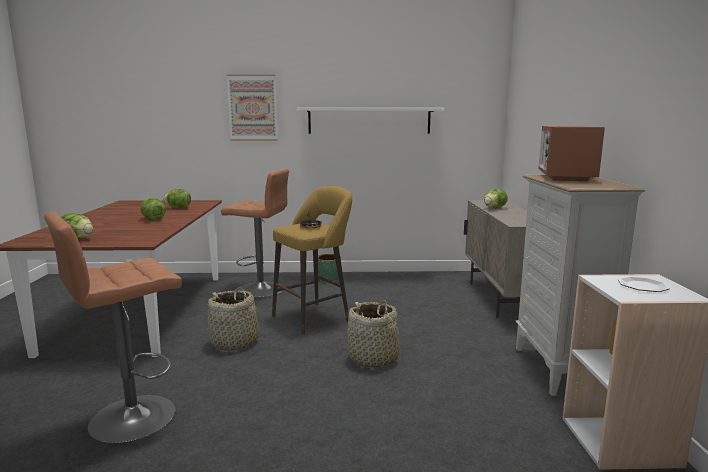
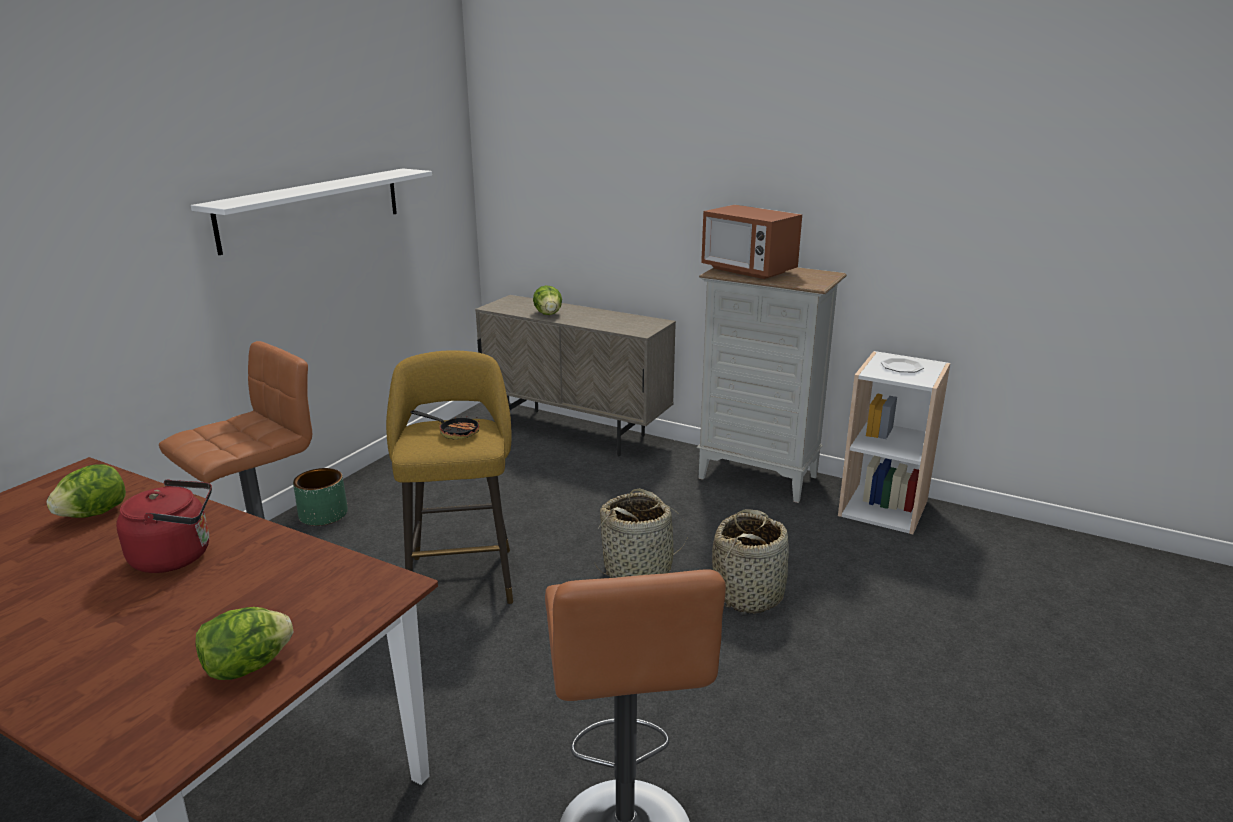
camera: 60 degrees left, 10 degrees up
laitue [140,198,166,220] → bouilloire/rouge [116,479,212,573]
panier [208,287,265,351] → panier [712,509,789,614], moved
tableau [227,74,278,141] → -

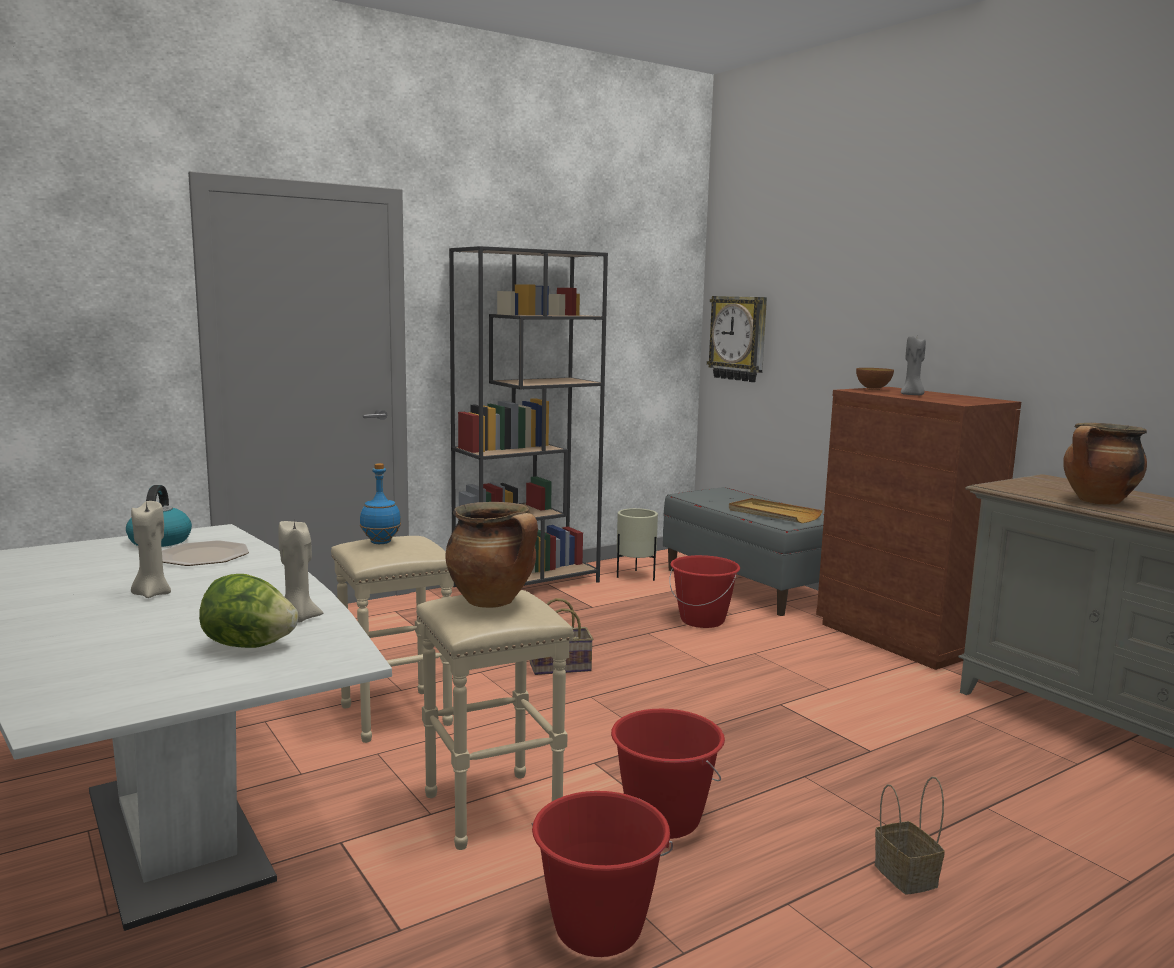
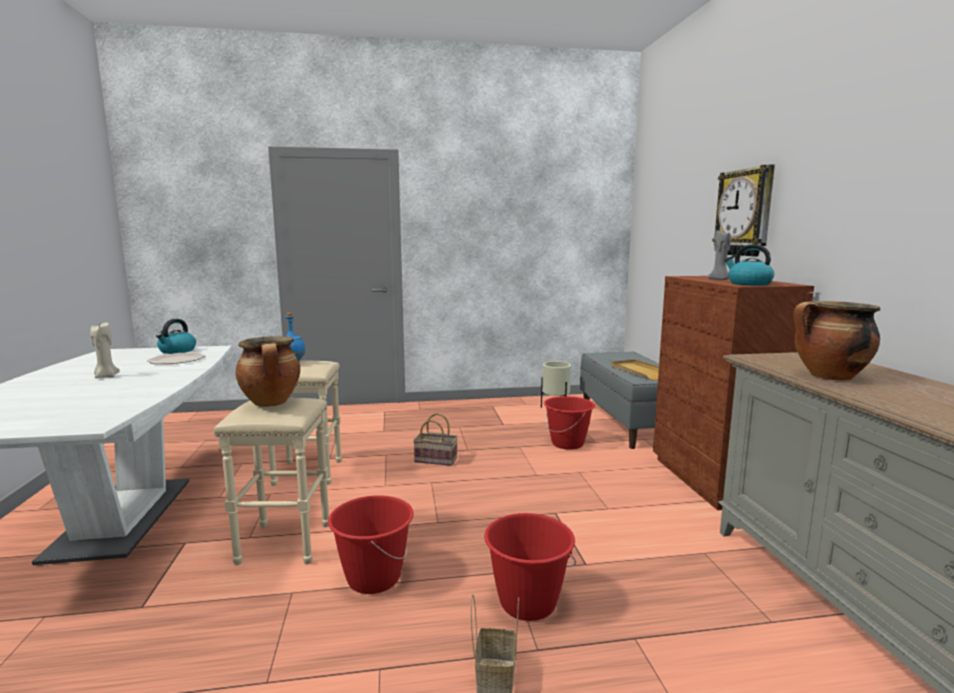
camera: 25 degrees right, 0 degrees up
seau/rouge [532,791,673,957] → seau/rouge [484,513,576,621], moved
horloge murale [707,296,767,382] → horloge murale [712,164,775,257], moved
- → bouilloire [725,244,774,286]
laitue [199,574,298,648] → -
bougie/beige [278,520,323,623] → -
bibliothèque [449,246,608,587] → -
bol [856,368,894,390] → -

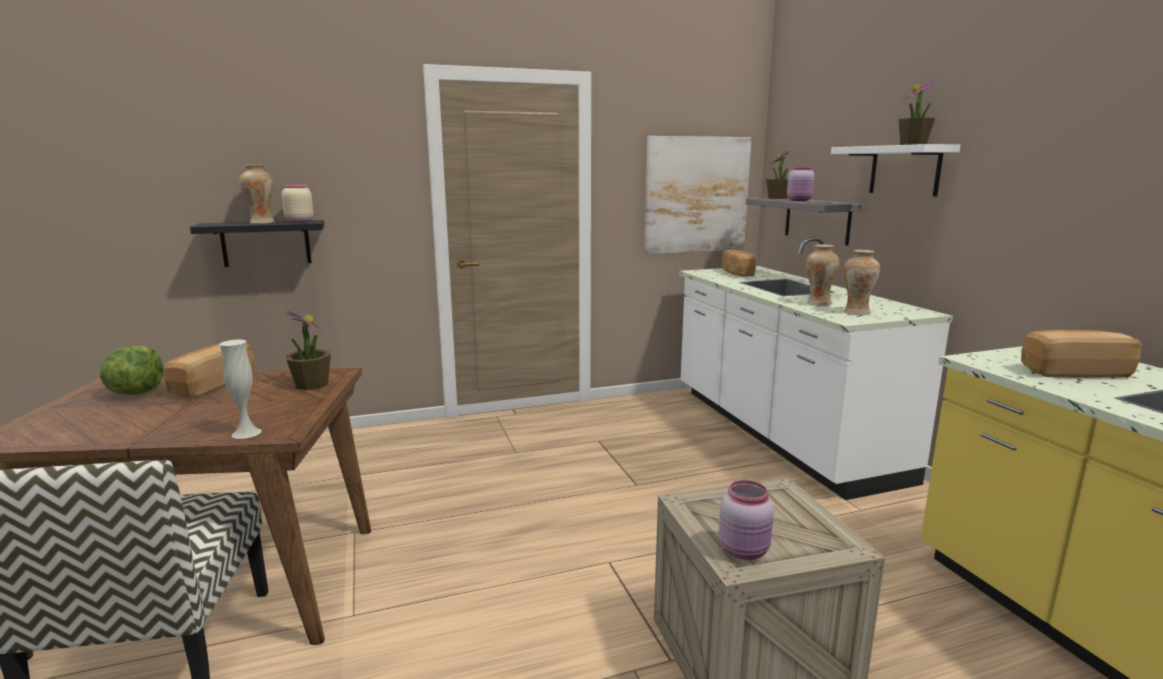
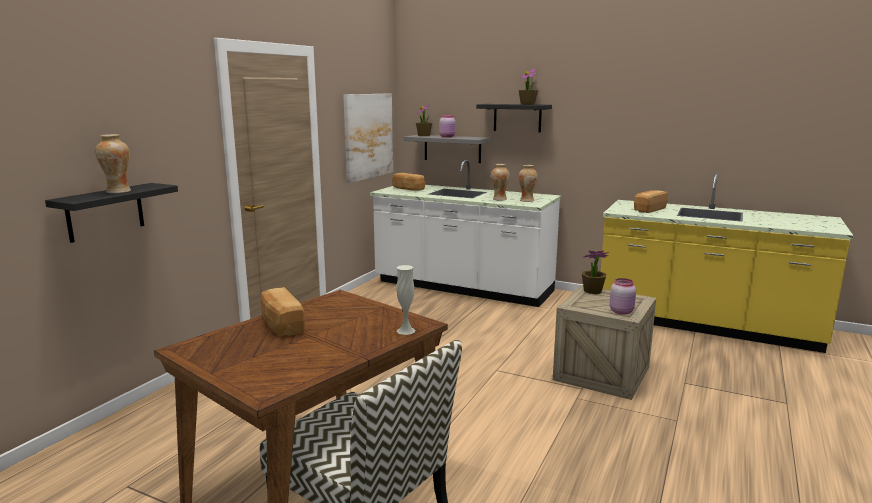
camera: 45 degrees left, 0 degrees up
étagère/blanc [831,144,960,197] → étagère/noir [476,104,552,132]
plante en pot [286,311,331,390] → plante en pot [582,251,609,294], moved
laitue [100,346,163,395] → -
bocal/beige [282,184,314,223] → -

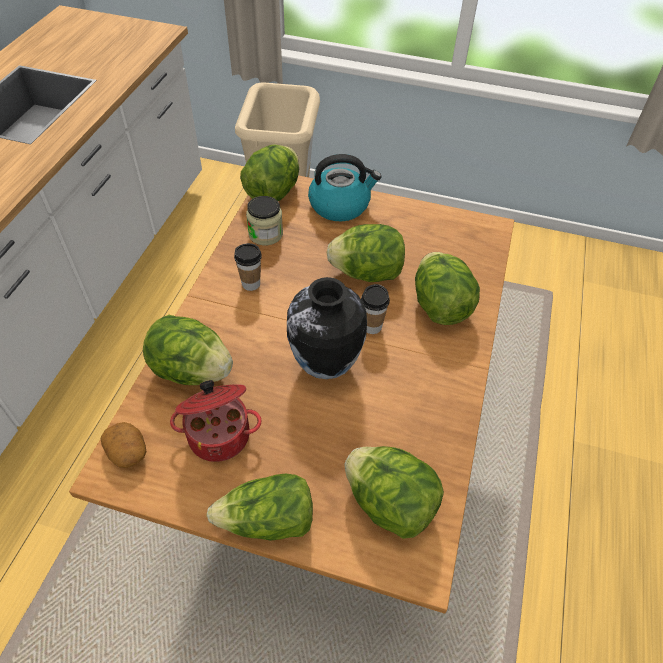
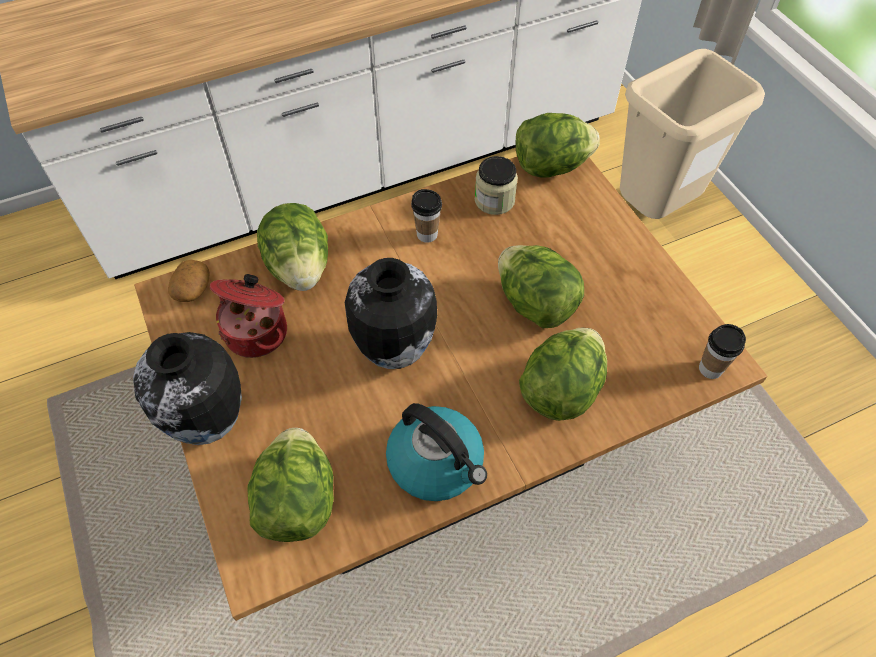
camera: 50 degrees right, 5 degrees up
laitue [206,474,313,541] → vase [133,332,242,445]
bouilloire [308,154,382,221] → bouilloire [386,403,487,501], moved
tasse [361,284,390,334] → tasse [699,324,746,379], moved

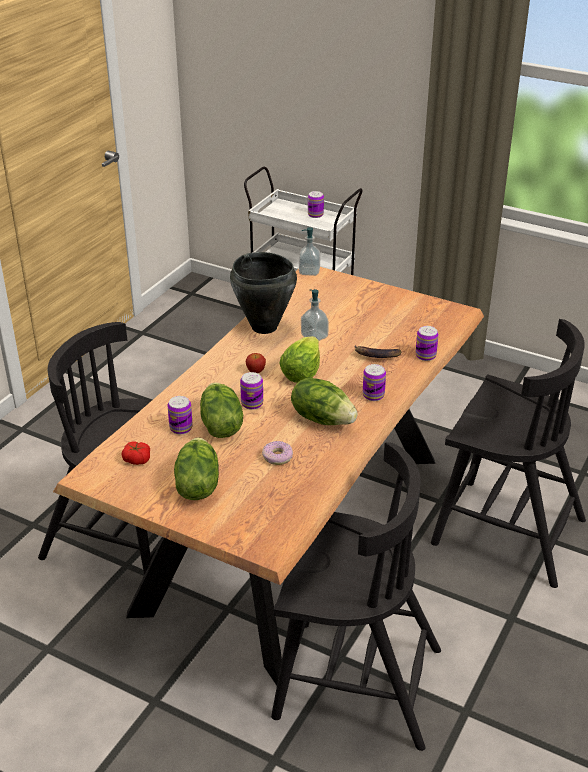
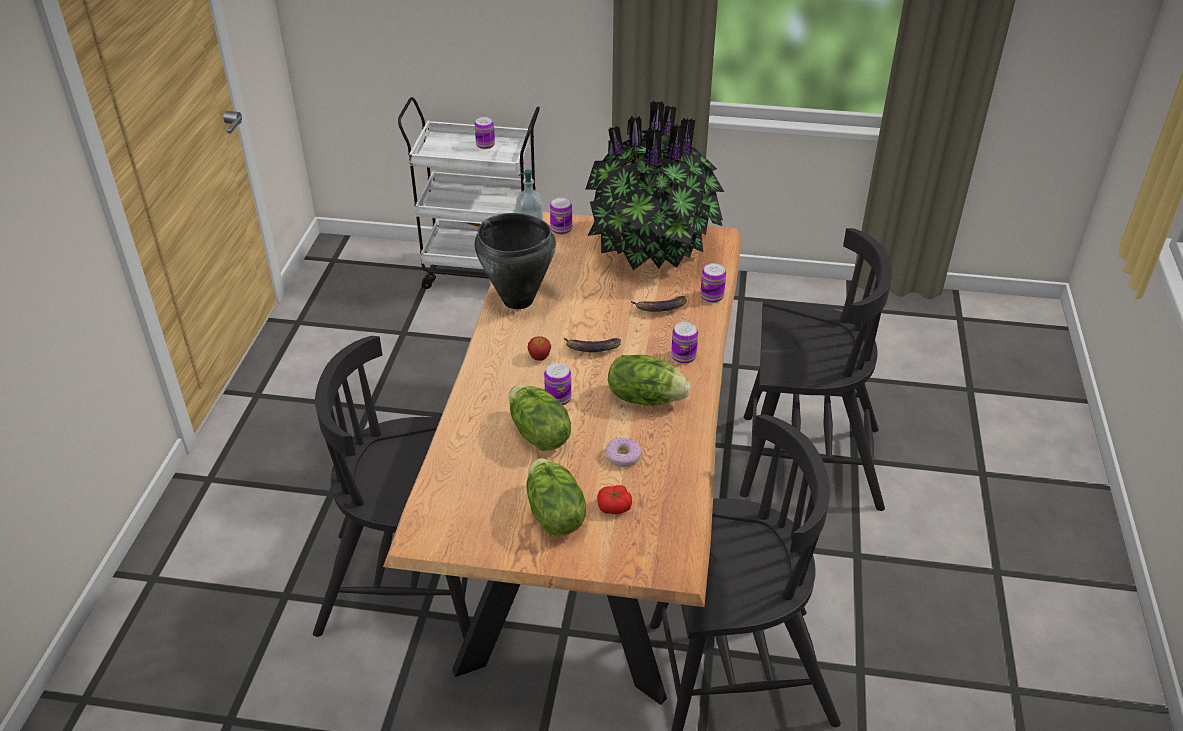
camera: 20 degrees left, 5 degrees up
boîte métallique [168,396,193,434] → boîte métallique [550,198,572,235], moved
laitue [279,336,320,383] → banane [564,337,621,352]
- → plante en pot [586,101,724,270]
tomate [122,441,150,465] → tomate [597,485,632,514], moved
distributeur de savon [301,289,329,341] → -

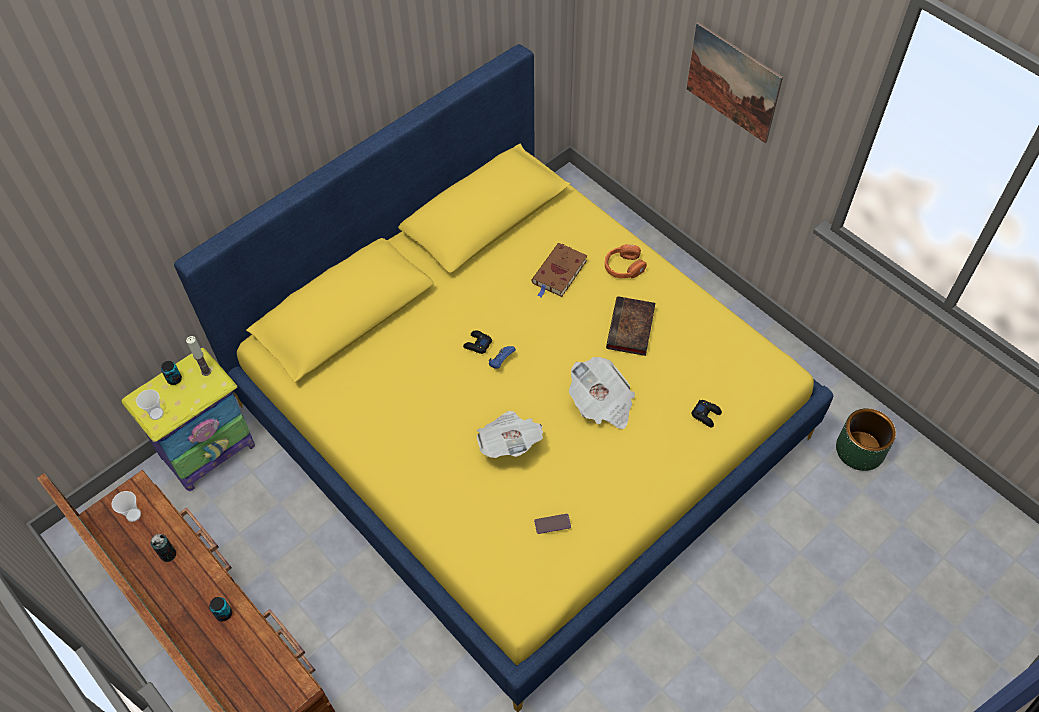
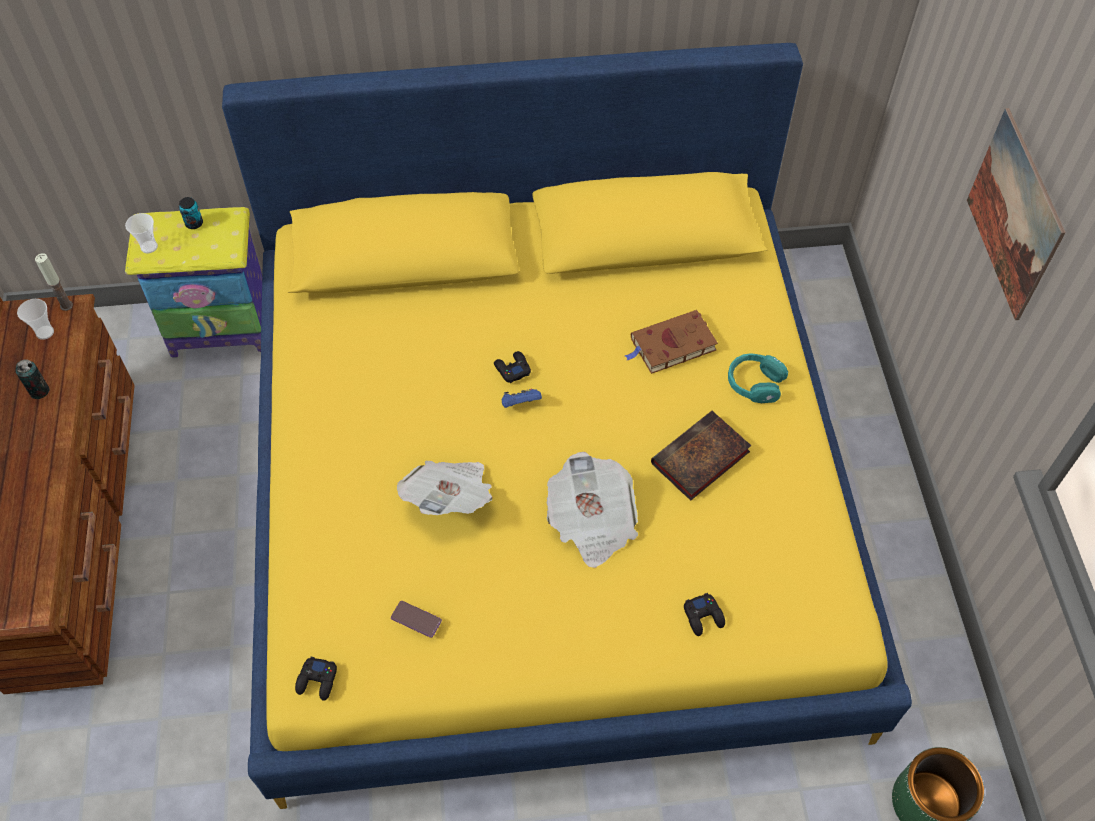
camera: 35 degrees right, 0 degrees up
bougie [186,336,211,376] → bougie [35,253,73,311], moved
- → manette/noir [295,657,337,701]
casque audio/orange [605,244,647,278] → casque audio/turquoise [728,354,788,403]
boîte métallique [209,597,232,621] → -

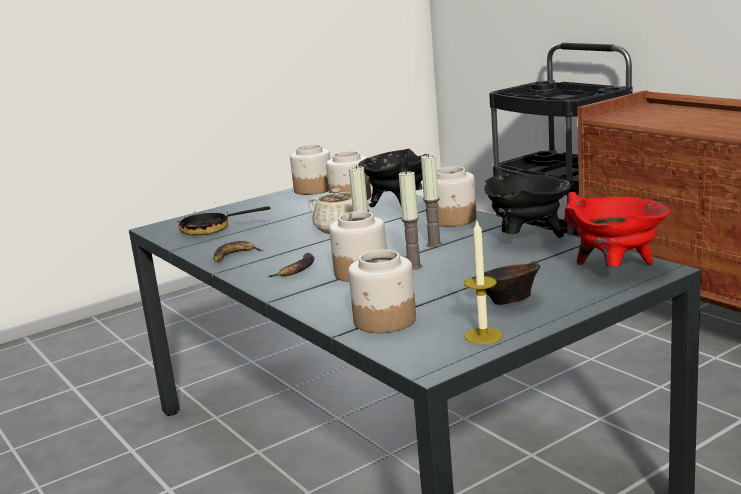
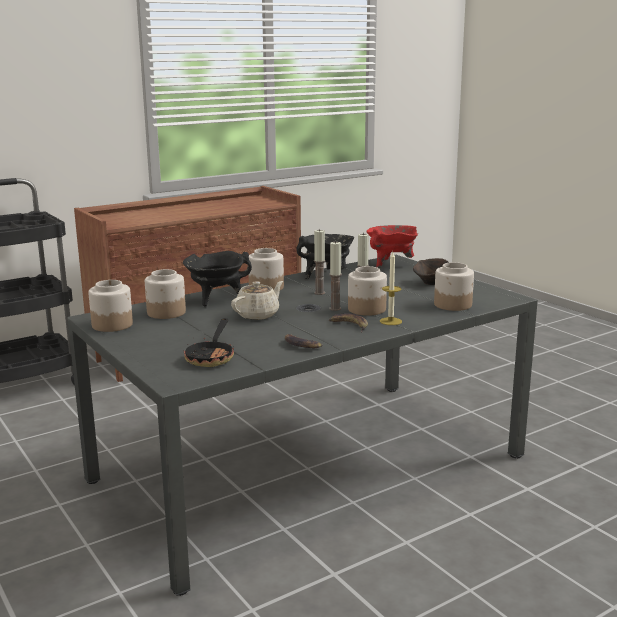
camera: 90 degrees left, 0 degrees up
bougie [464,221,502,344] → bougie [380,252,402,325], moved

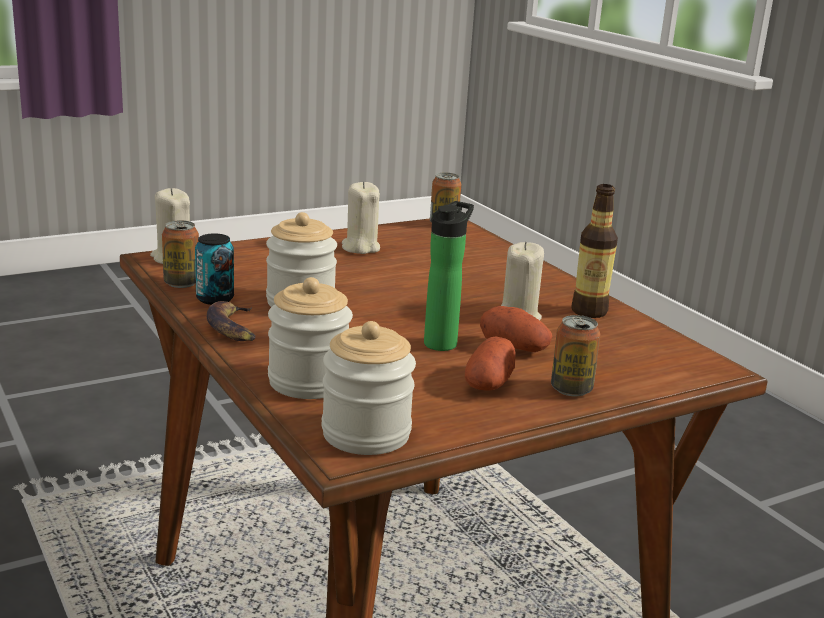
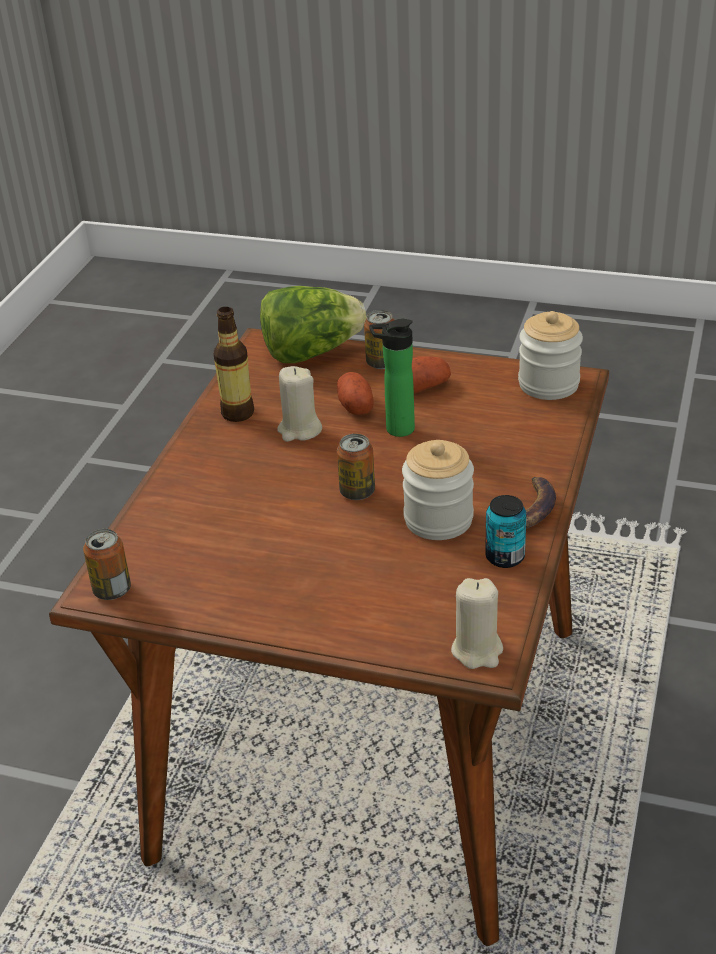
camera: 130 degrees left, 15 degrees up
- → laitue [260,286,367,363]
boîte métallique [162,220,199,288] → boîte métallique [337,434,375,500], moved
bocal [268,277,353,399] → -
bougie/beige [342,181,380,254] → -

